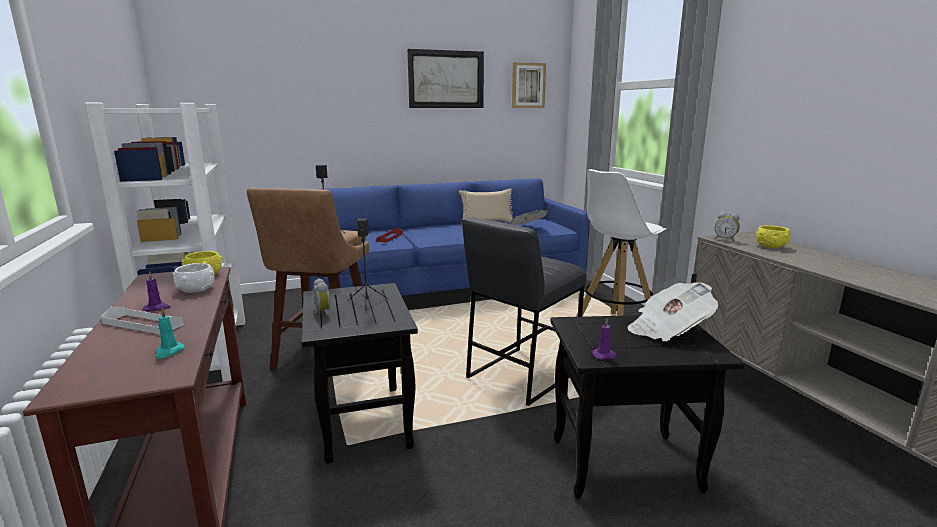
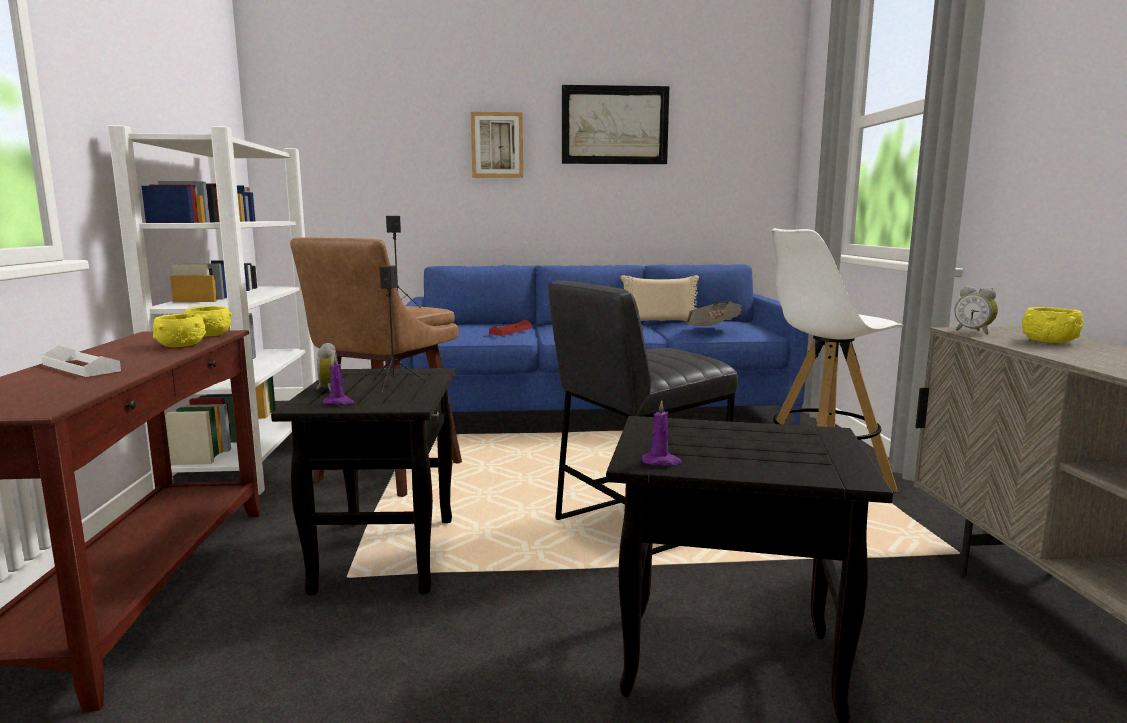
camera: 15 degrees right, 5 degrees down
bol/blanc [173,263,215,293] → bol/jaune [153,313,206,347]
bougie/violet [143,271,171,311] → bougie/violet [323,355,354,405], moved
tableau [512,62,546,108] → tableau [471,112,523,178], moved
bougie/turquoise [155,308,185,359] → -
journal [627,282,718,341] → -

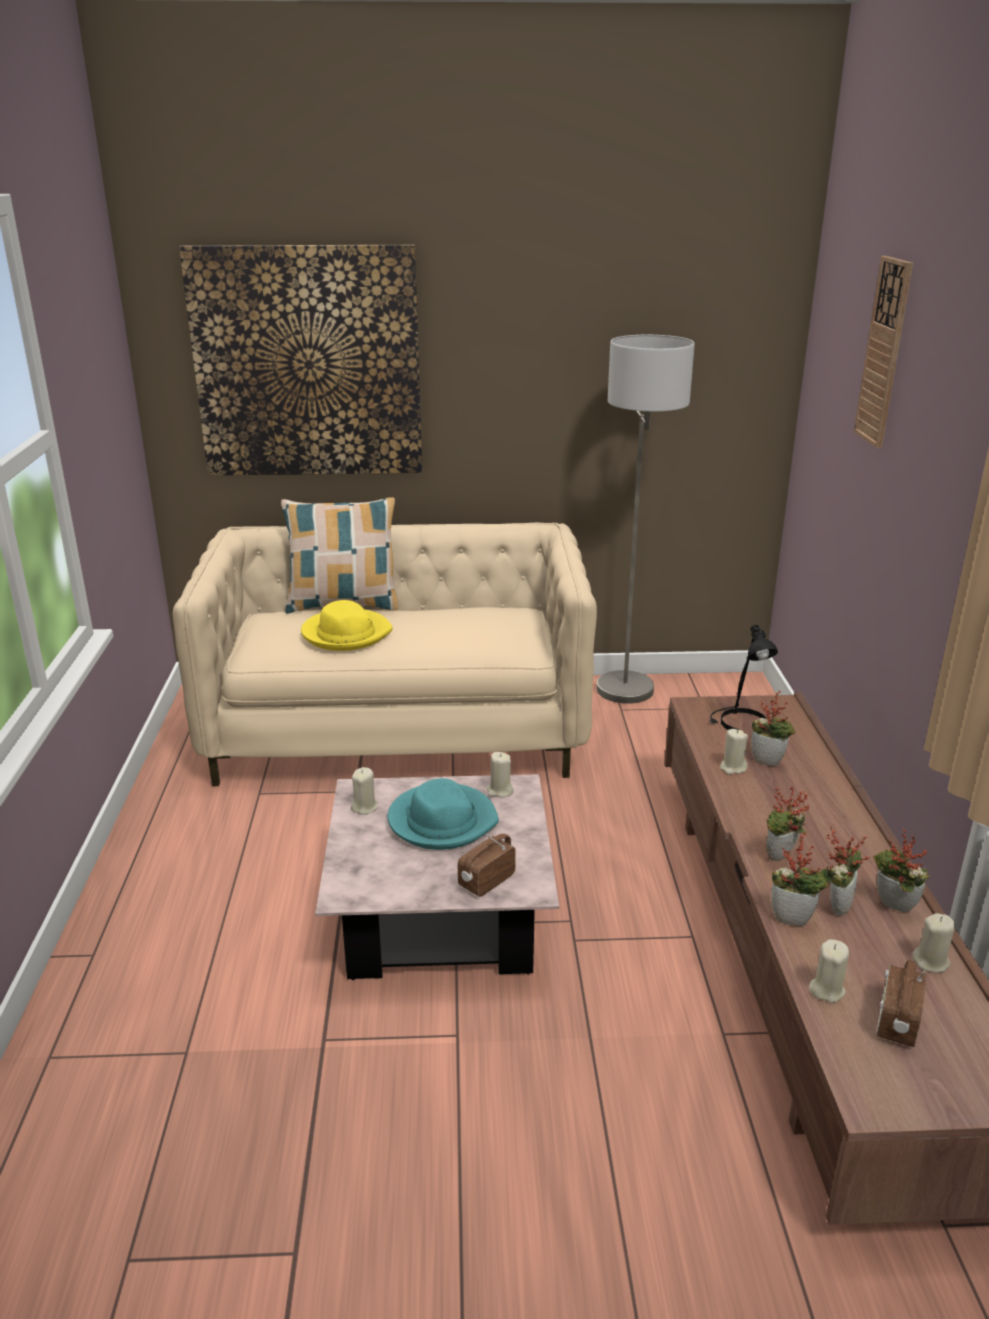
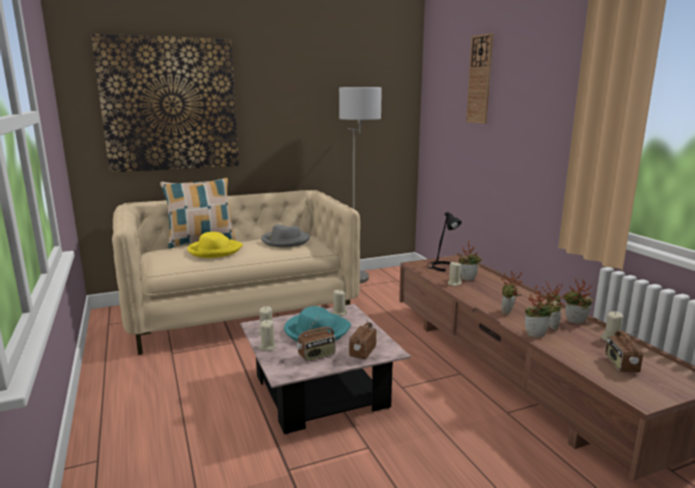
camera: 20 degrees left, 10 degrees down
bougie/beige [809,939,849,1003] → bougie/beige [259,320,276,351], moved
- → chapeau/gris [261,225,310,247]
- → radio [297,315,335,362]

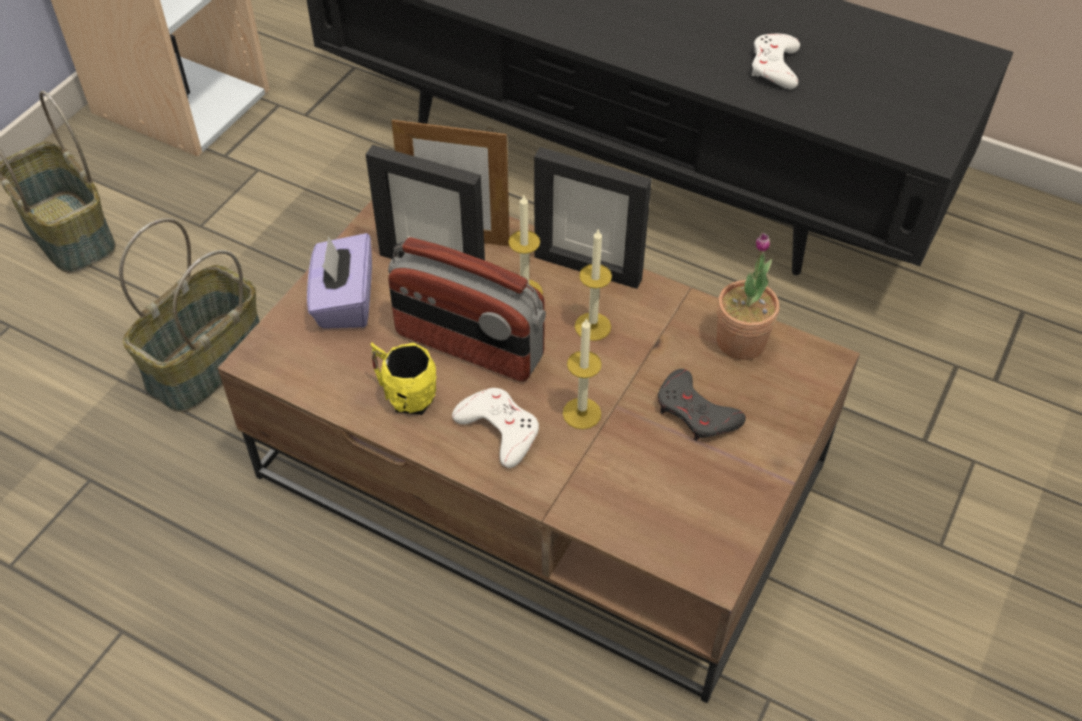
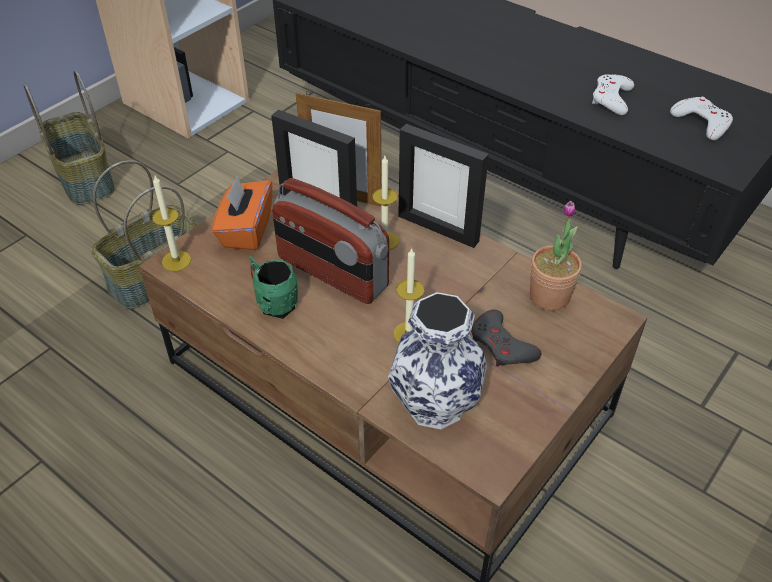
camera: 10 degrees right, 5 degrees down
bougie [574,230,612,341] → bougie [152,176,191,271], moved
boîte à mouchoirs/violet [307,233,372,329] → boîte à mouchoirs/orange [212,177,272,250]
mug/jaune [370,342,437,415] → mug/vert [249,255,298,319]
- → vase [388,292,487,429]
manette/blanc [452,388,539,468] → manette/blanc [670,97,733,140], moved

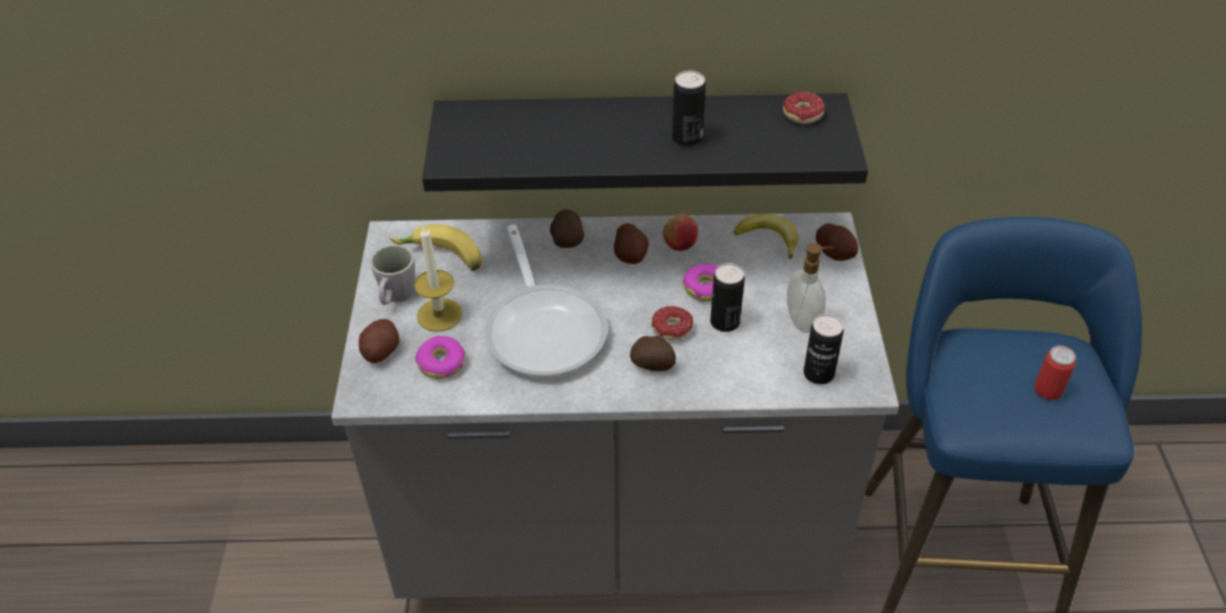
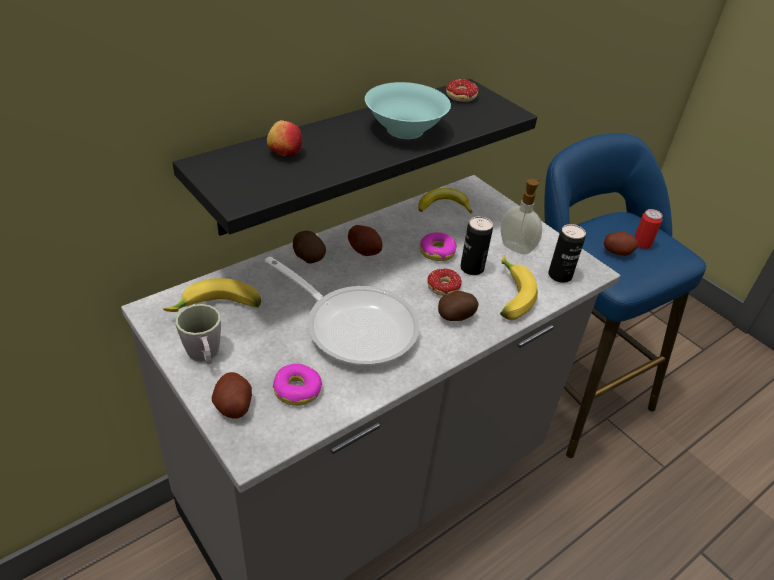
camera: 40 degrees left, 5 degrees down
pomme [663,214,698,251] → pomme [267,120,302,157], moved
boîte métallique [672,71,706,147] → bol/turquoise [365,82,451,139]
- → banane [500,255,538,320]
pomme de terre [816,223,858,261] → pomme de terre [604,232,638,256], moved
bougie [414,224,462,332] → -

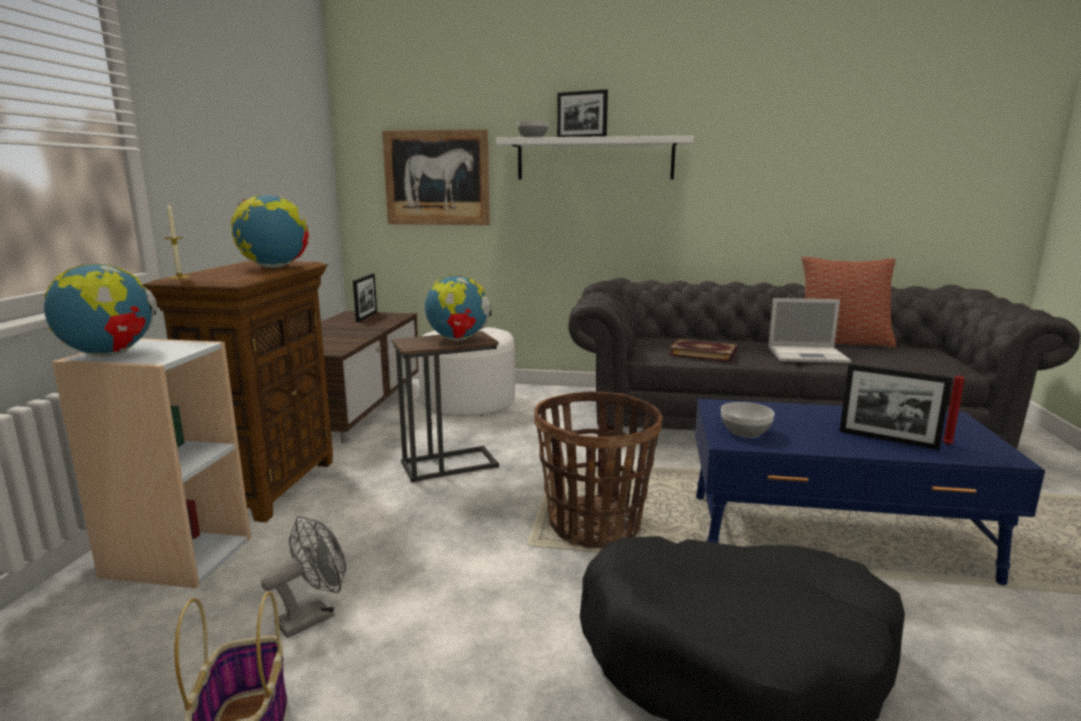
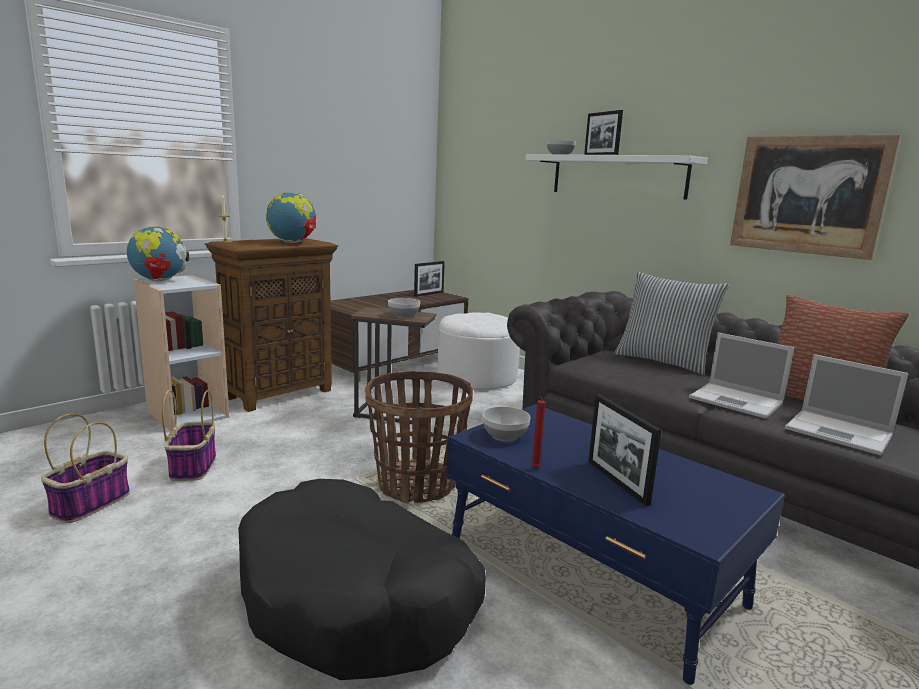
camera: 35 degrees right, 0 degrees up
ventilateur/gris [261,516,346,638] → panier [162,390,216,481]
globe [425,275,491,341] → bol [388,298,420,318]
bougie/rouge [943,372,967,445] → bougie/rouge [531,396,546,468], moved
- → coussin [614,272,729,375]
tableau [382,129,490,225] → tableau [730,135,900,260], moved
- → ordinateur portable [785,354,908,456]
livre [668,339,737,362] → -

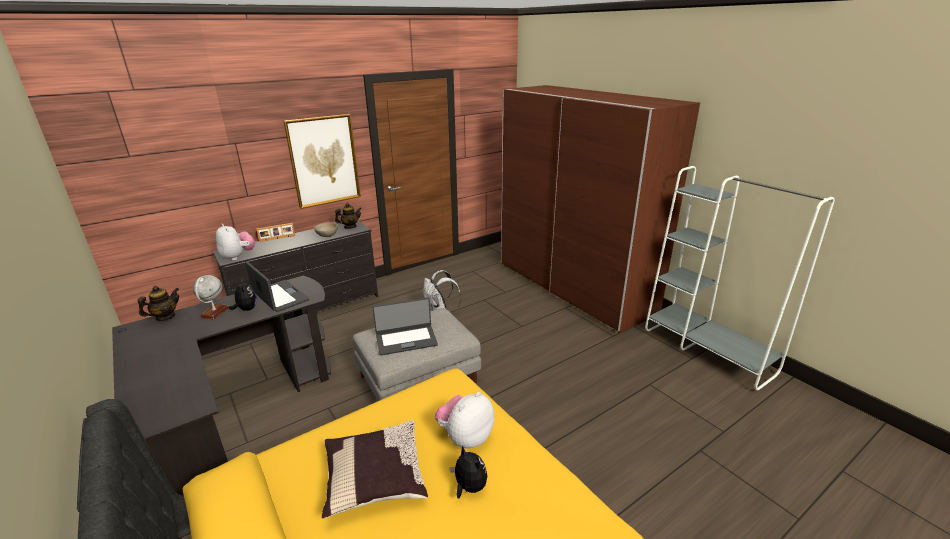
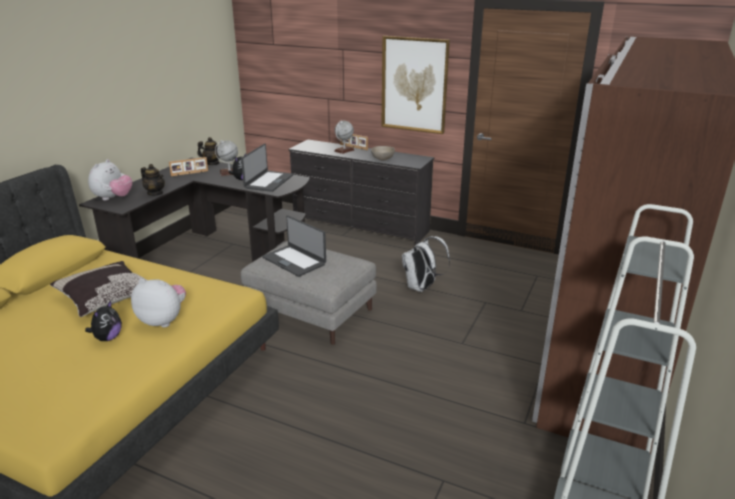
camera: 60 degrees right, 0 degrees up
peluche [216,224,255,261] → peluche [88,159,133,200], moved
théière [335,203,362,229] → théière [141,164,165,196], moved
- → cadre photo [169,157,208,176]
- → globe [334,121,354,154]

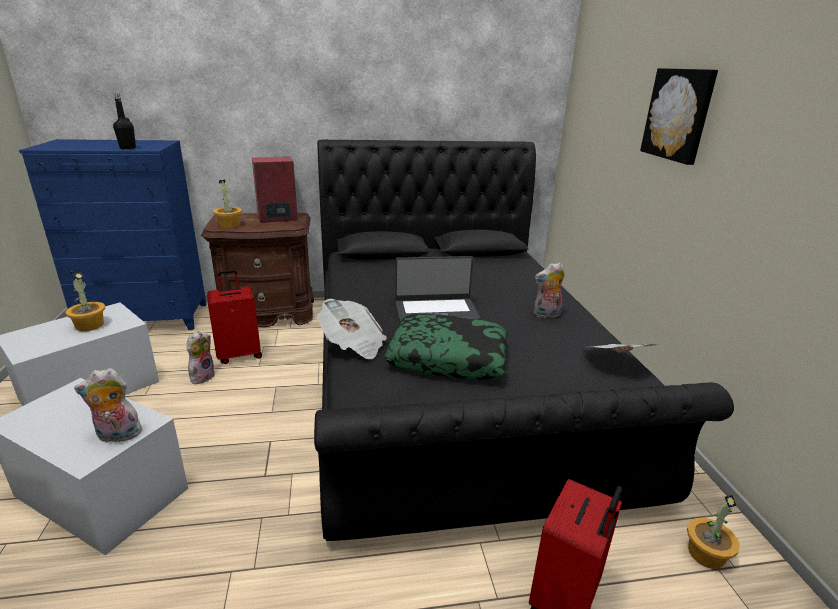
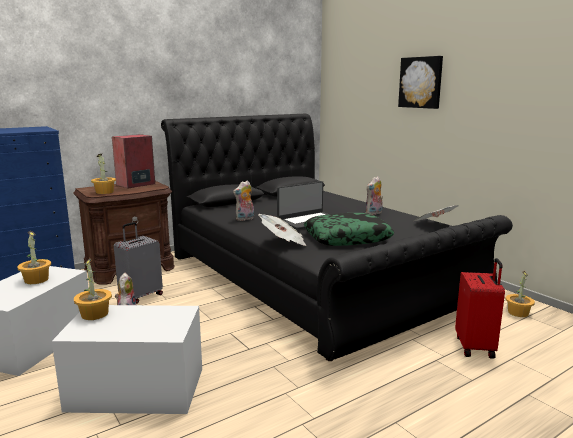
camera: 25 degrees left, 10 degrees down
- → plante en pot [74,258,112,320]
valise/rouge [207,270,262,364] → valise/gris [114,222,163,304]
peluche [74,368,142,443] → peluche [233,181,254,221], moved
bouteille/noir [113,93,136,149] → -

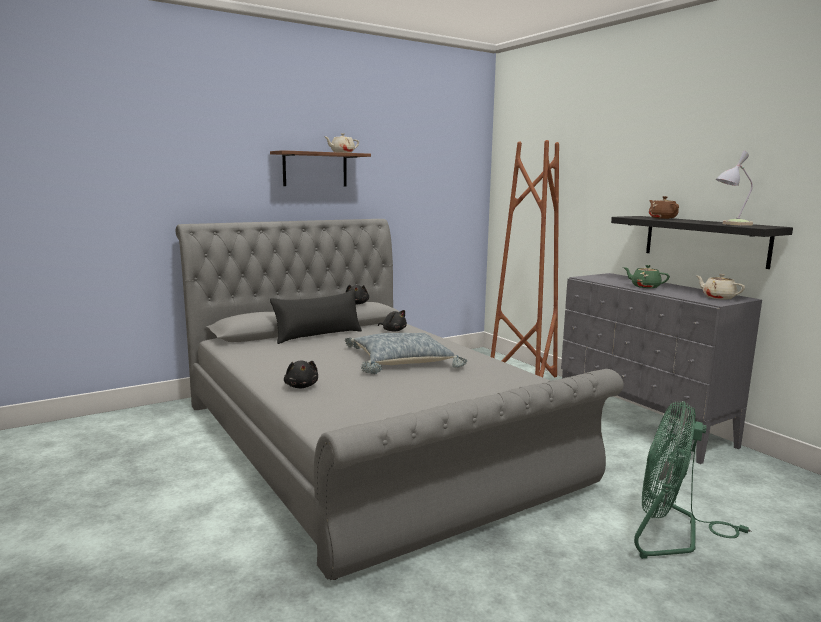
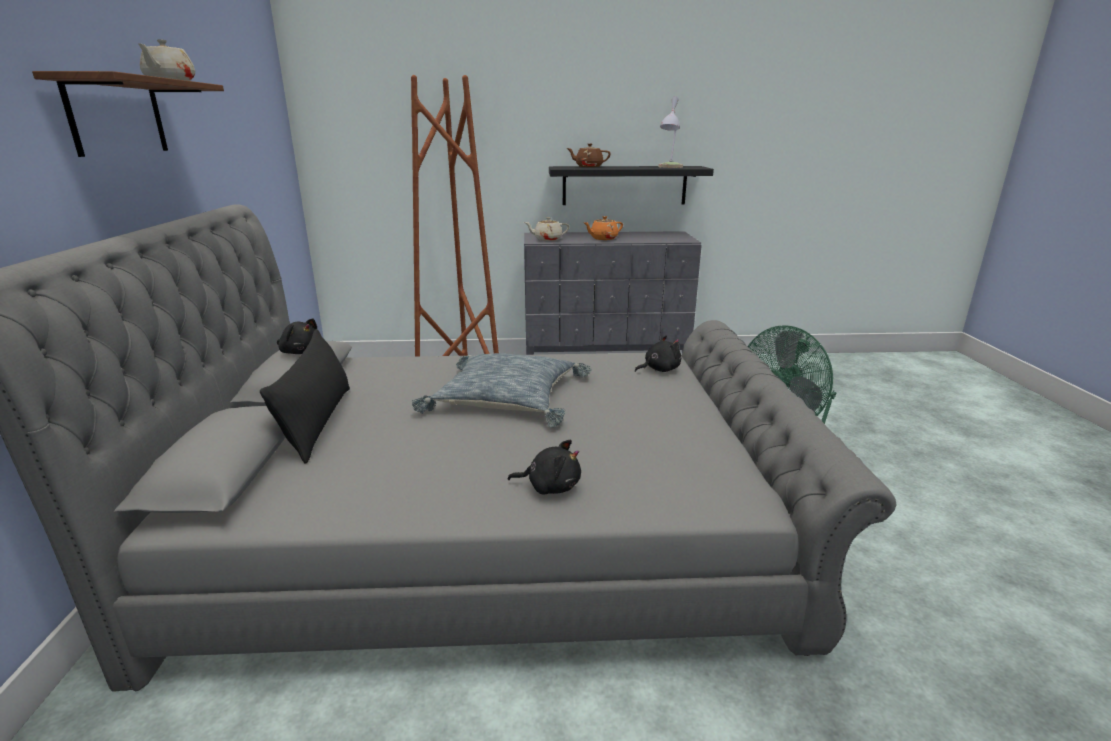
camera: 60 degrees left, 10 degrees up
théière/beige [696,274,745,300] → théière/beige [524,217,570,241], moved
théière/vert [623,265,670,288] → théière/orange [584,216,623,240]
peluche/noir [378,310,407,332] → peluche/noir [635,335,681,372], moved

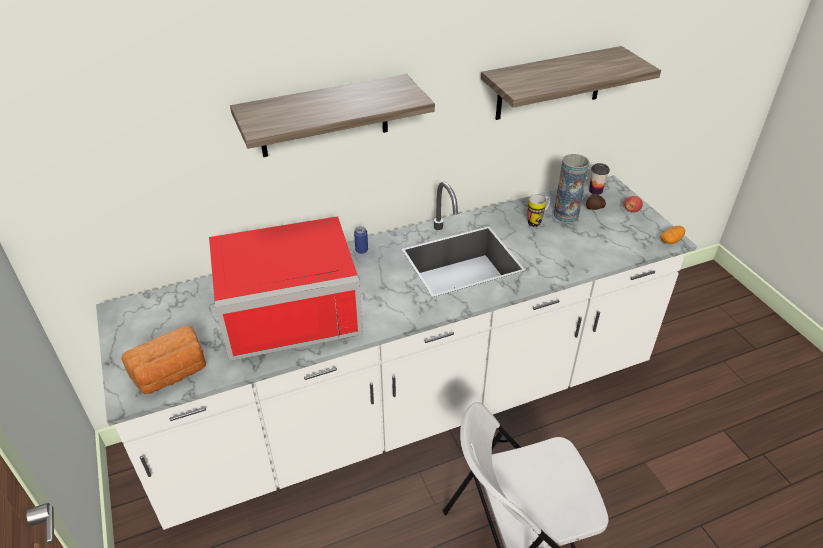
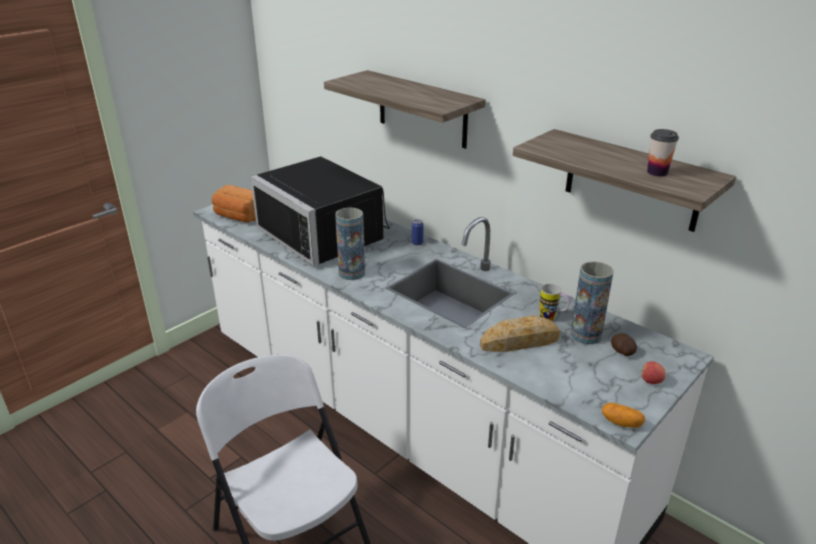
camera: 65 degrees right, 10 degrees down
micro-ondes/rouge [209,216,363,361] → micro-ondes/noir [250,156,390,266]
- → vase [335,208,365,280]
- → pain [480,315,560,352]
tasse [589,163,610,195] → tasse [647,129,679,177], moved

